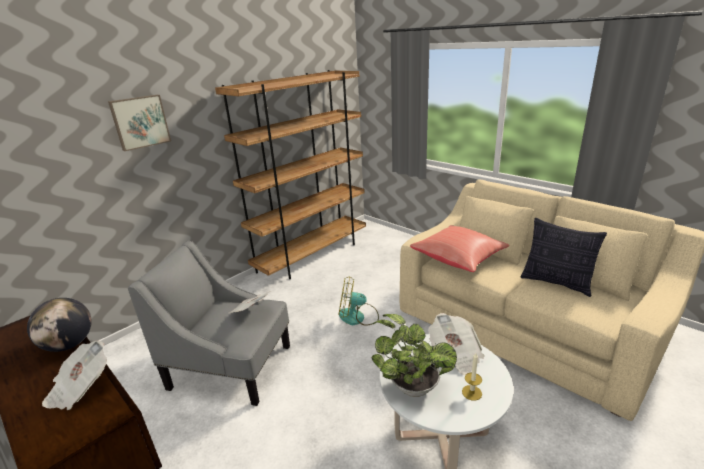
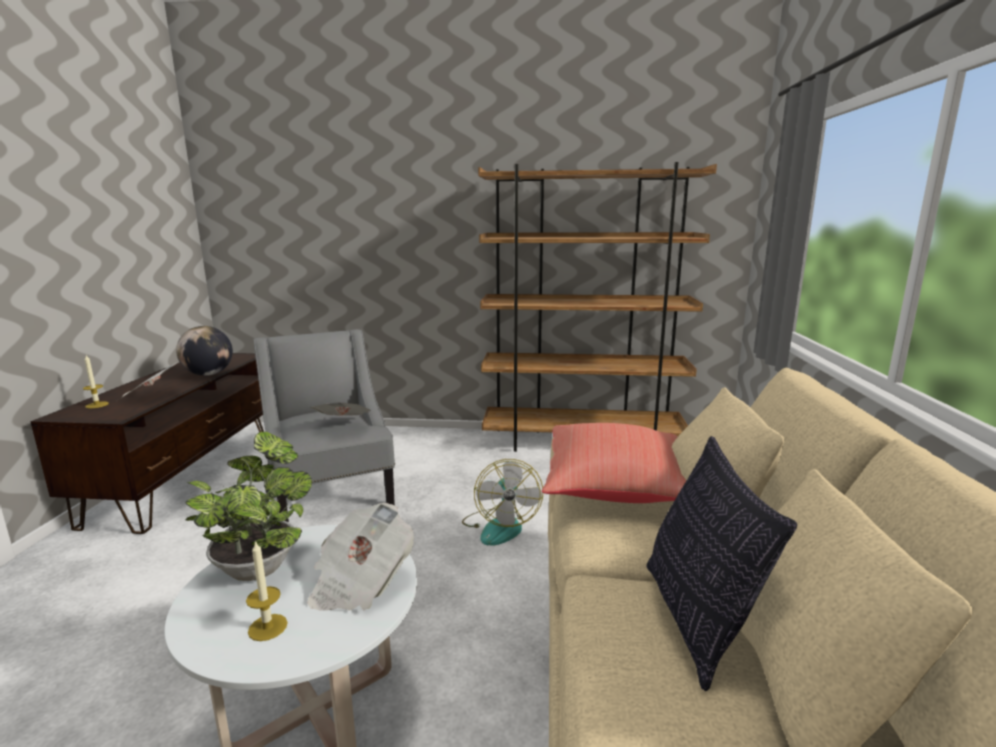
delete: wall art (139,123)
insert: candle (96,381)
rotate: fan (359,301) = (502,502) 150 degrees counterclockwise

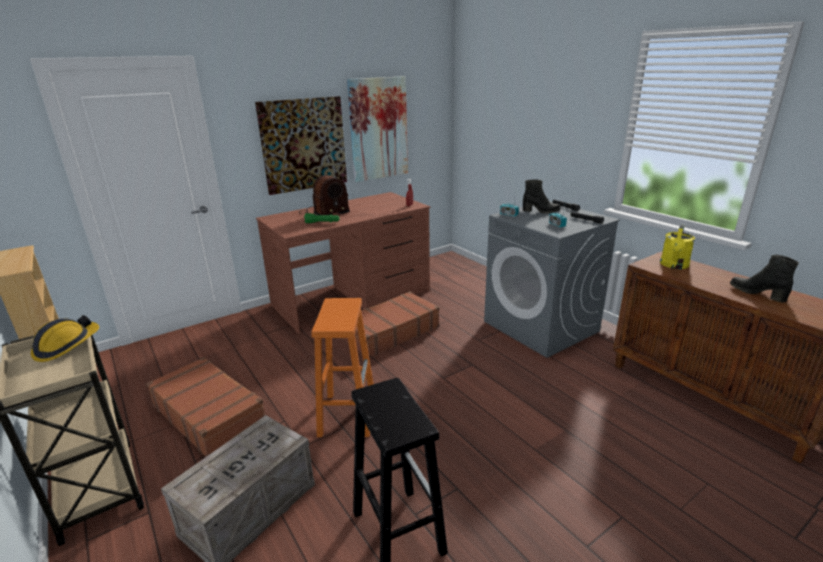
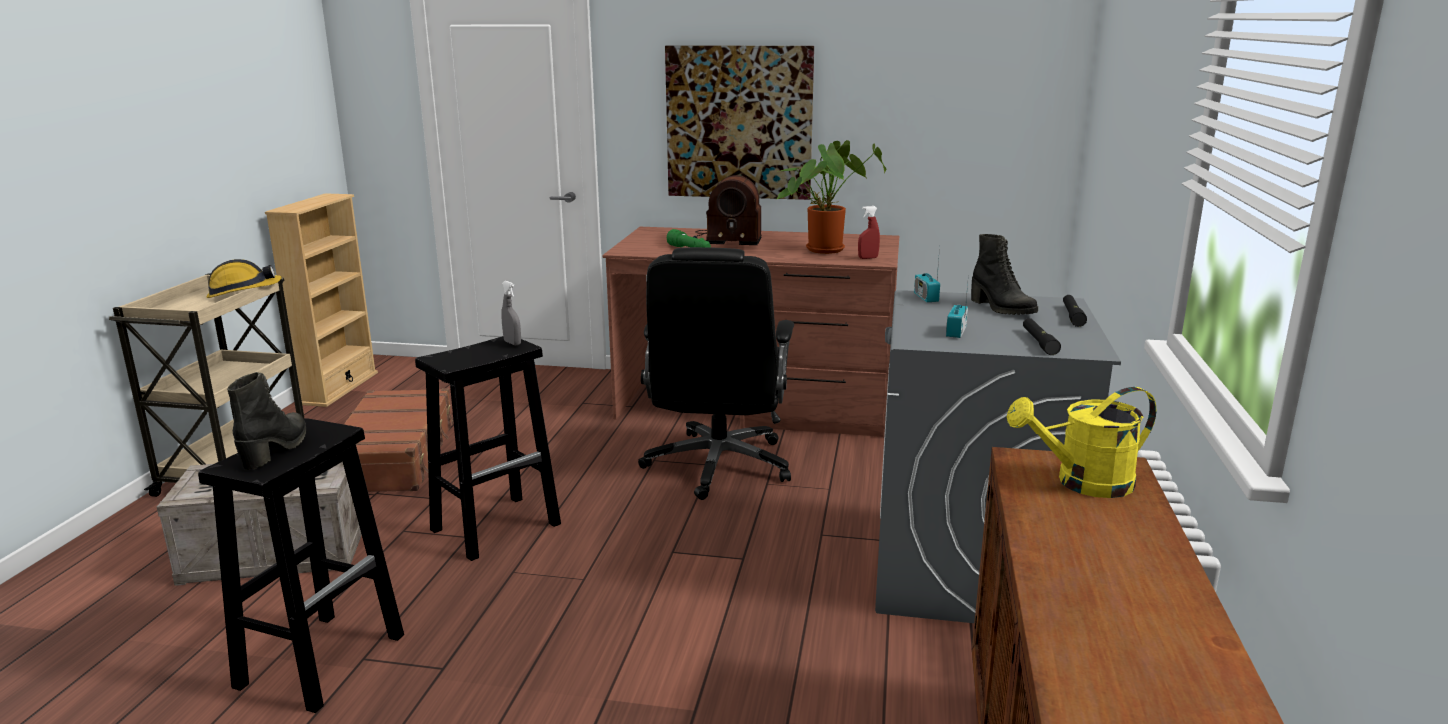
delete: wall art (377,129)
insert: greyish spray bottle (511,313); potted plant (831,197)
move: black-coloured tall boot (764,278) to (266,421)
replace: brownish piece of luggage (390,324) to black-coloured computer chair (716,373)
recolor: orange stool seat (342,367) to black-coloured stool seat (488,448)

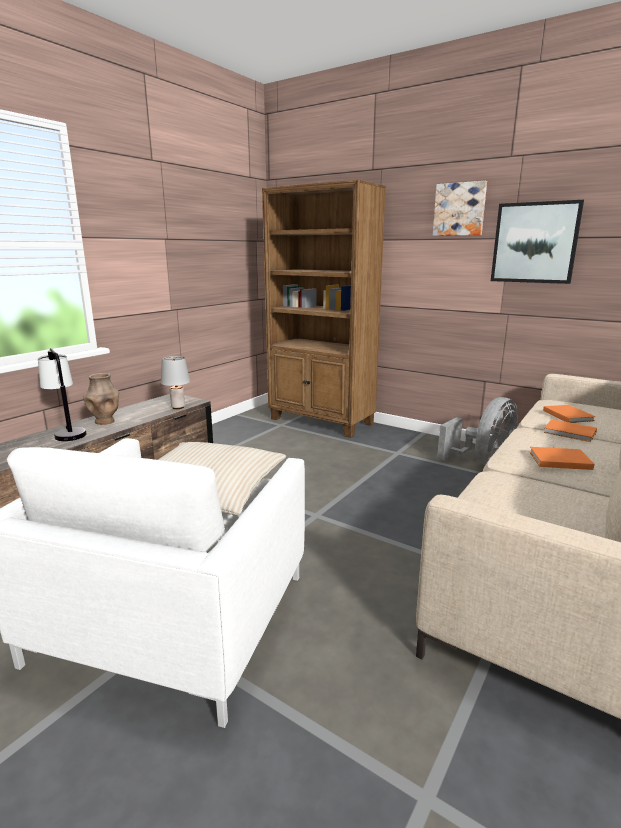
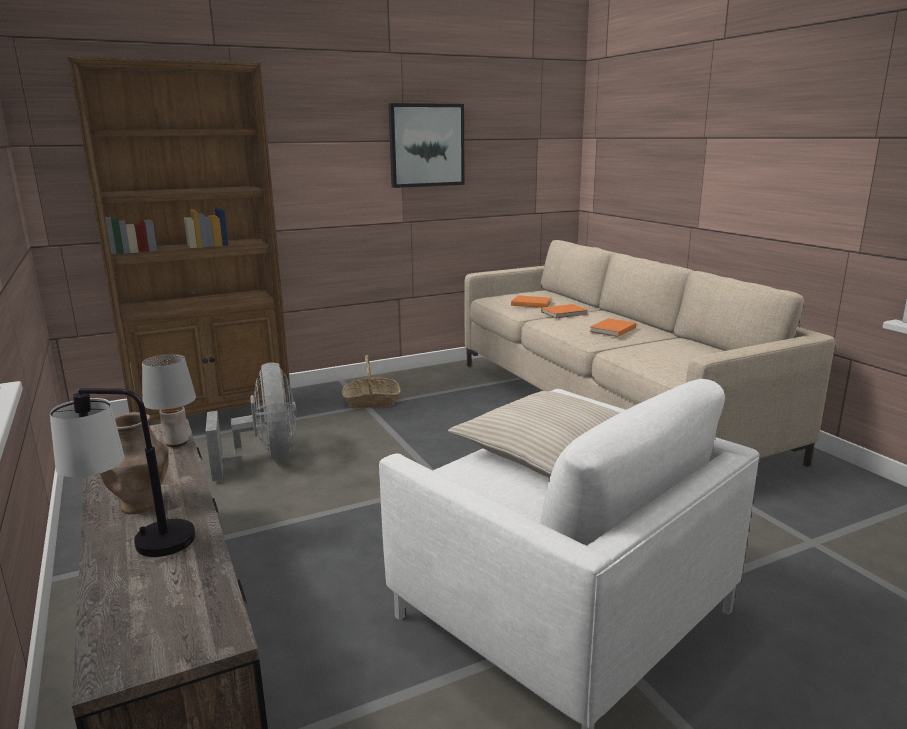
delete: wall art (460,208)
insert: household basket (371,381)
move: greyish fan (477,431) to (251,422)

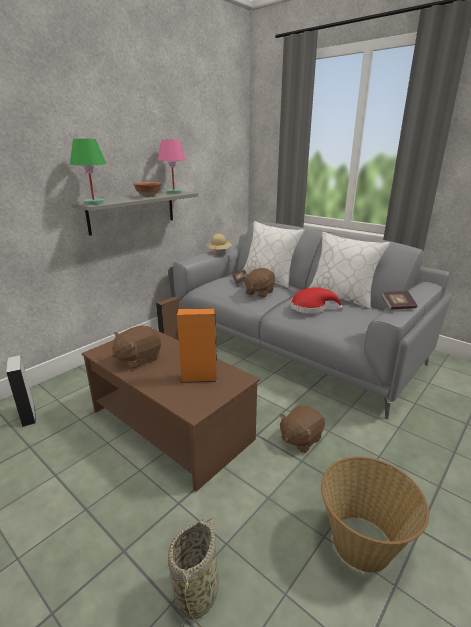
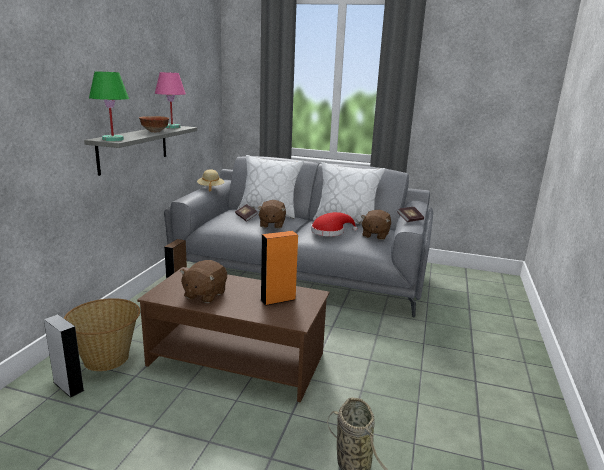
move: brownish soft toy (302,429) to (376,225); household basket (375,515) to (102,334)

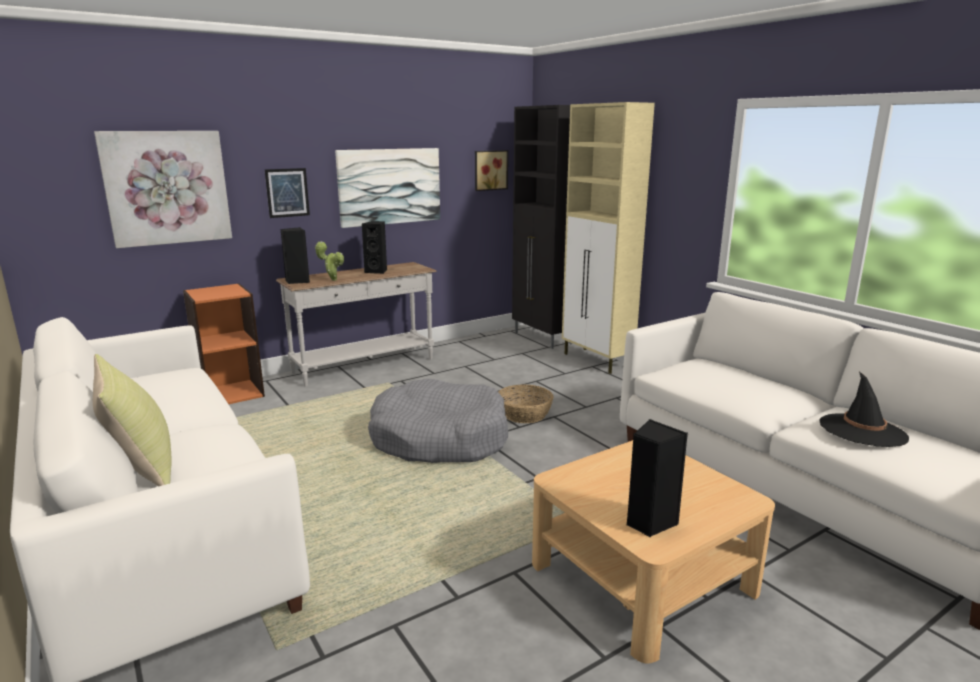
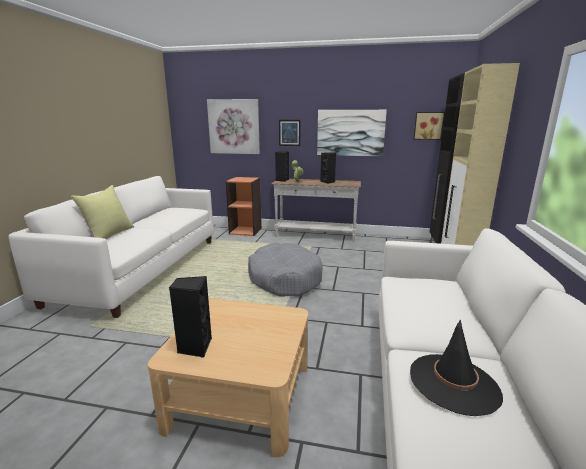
delete: household basket (526,403)

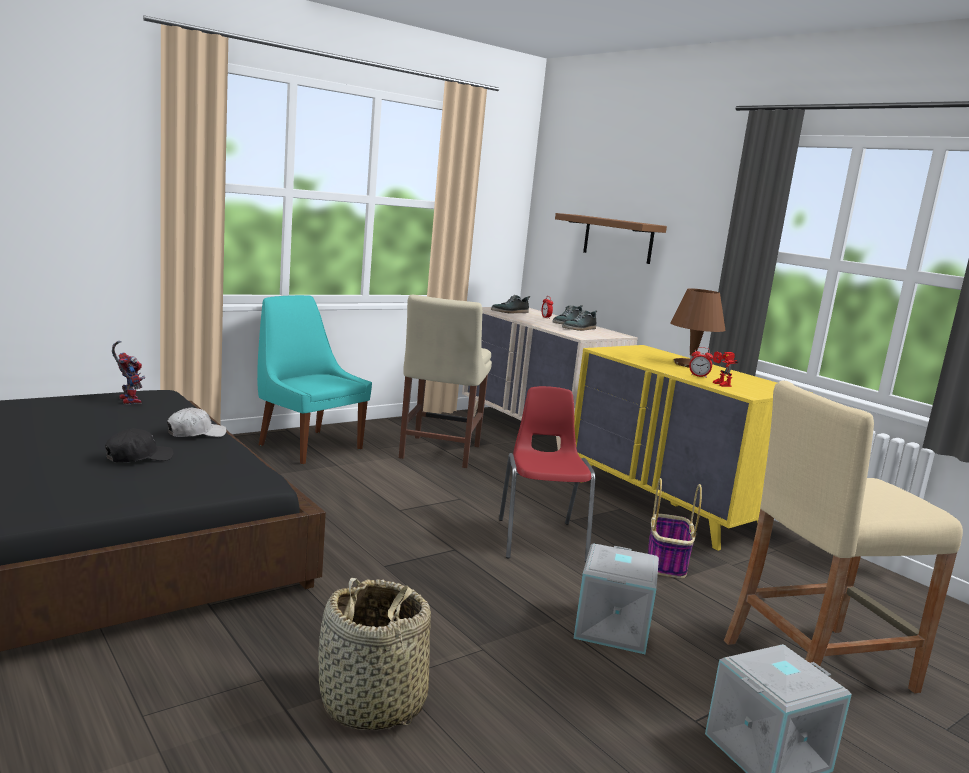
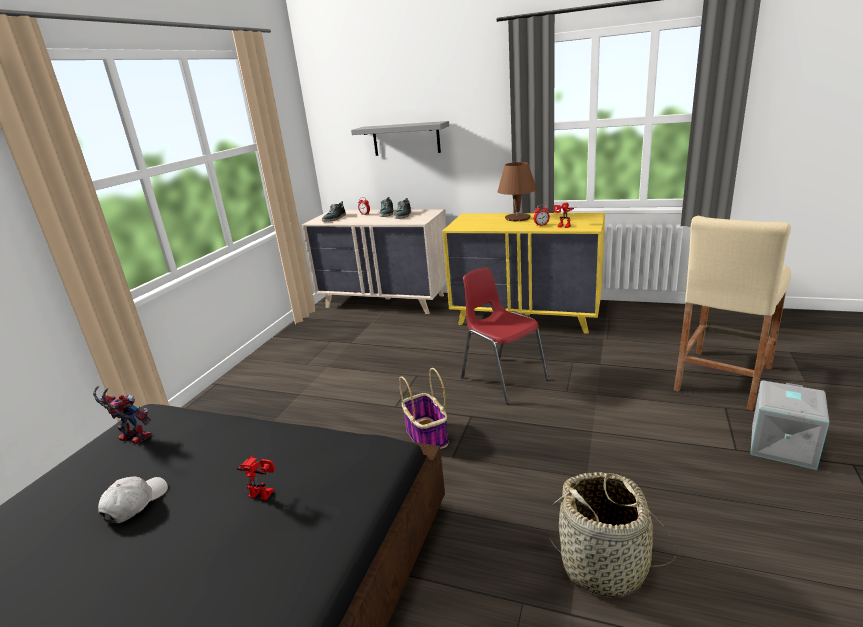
delete: turquoise upright chair (314,379); beige-coloured upright chair (445,381); greyish storage bin (616,598)
move: whitish cap (197,422) to (133,499); household basket (675,528) to (423,408)
replace: black-coloured cap (139,445) to toy robot (255,477)
recolor: brownish shelf (611,238) to greyish shelf (400,138)

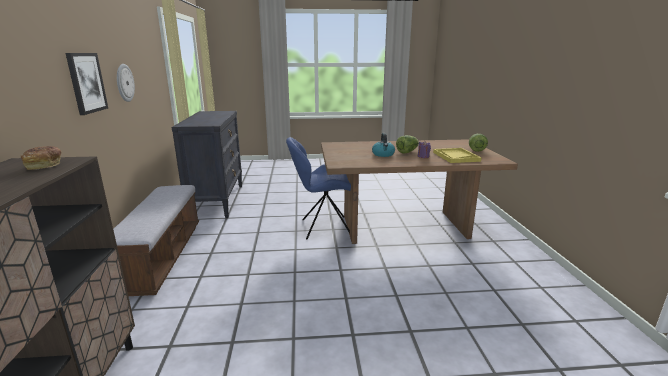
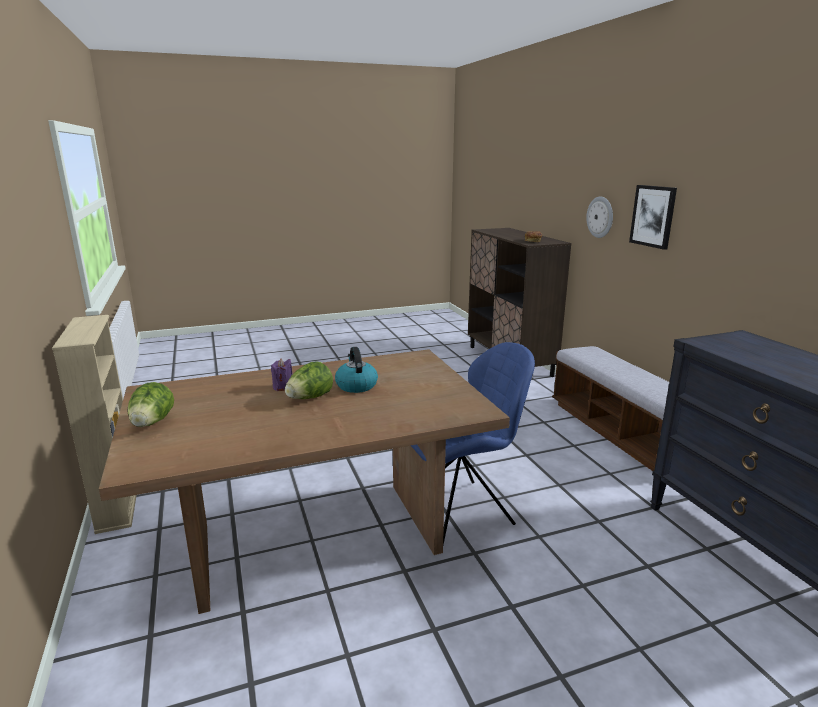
delete: yellow-coloured tray (457,155)
insert: beige-coloured bookcase (94,424)
move: wall clock (126,83) to (599,217)

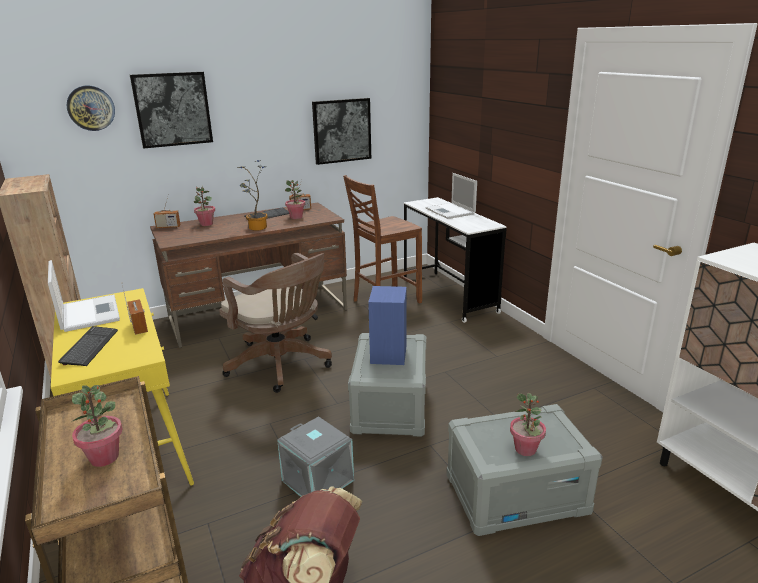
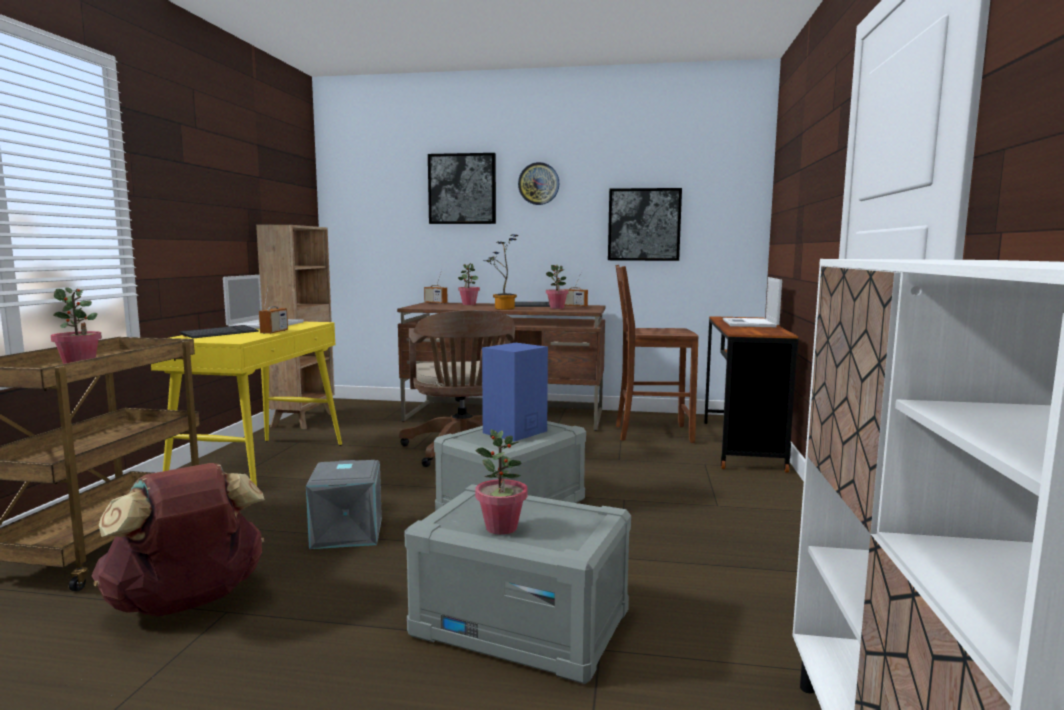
move: wall clock (91,108) to (538,183)
recolor: whitish desk table (455,260) to brownish desk table (751,394)

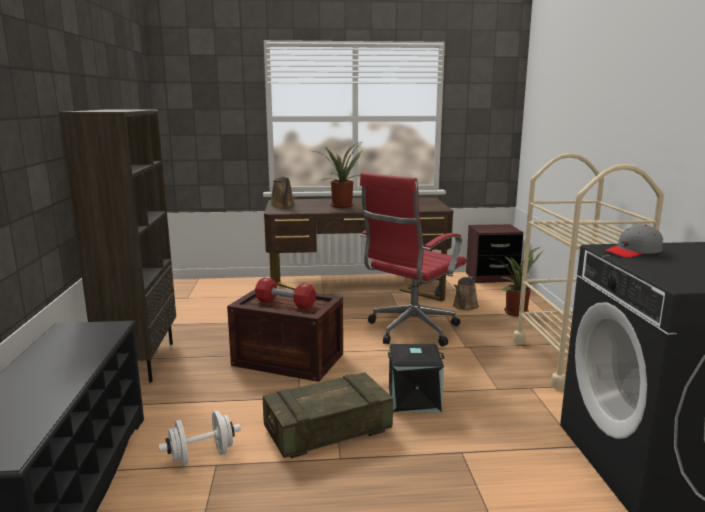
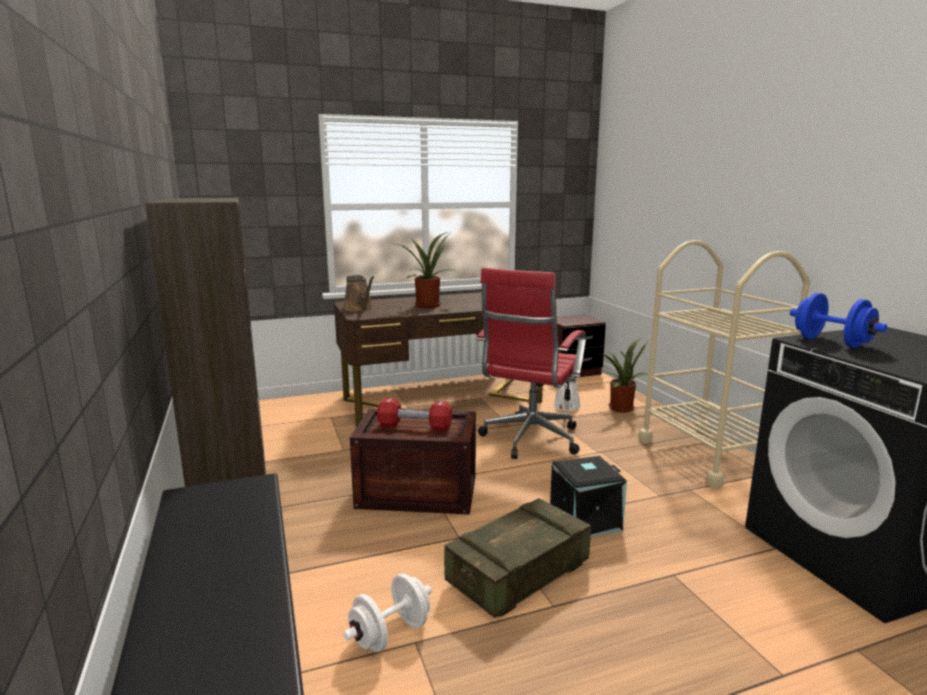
replace: greyish cap (633,241) to bluish hand weight (838,320)
recolor: brownish watering pot (466,293) to whitish watering pot (567,393)

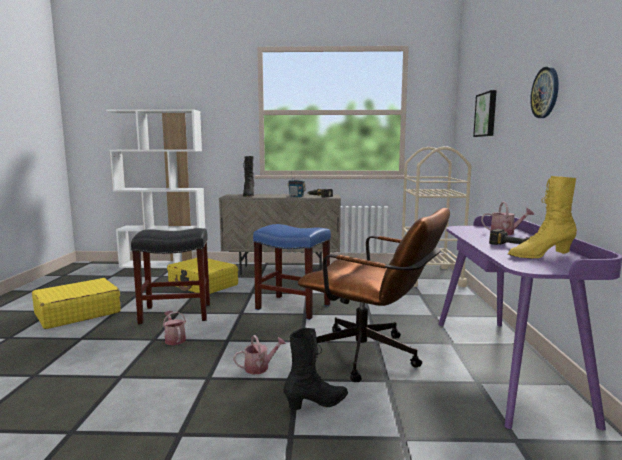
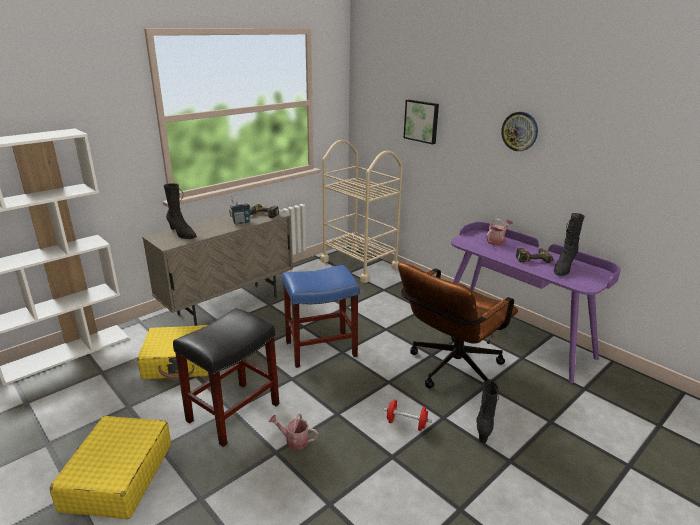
replace: watering pot (259,354) to red-coloured hand weight (407,415)
recolor: yellow-coloured tall boot (542,217) to black-coloured tall boot (569,244)
rotate: brownish computer chair (374,295) = (458,325) 150 degrees clockwise

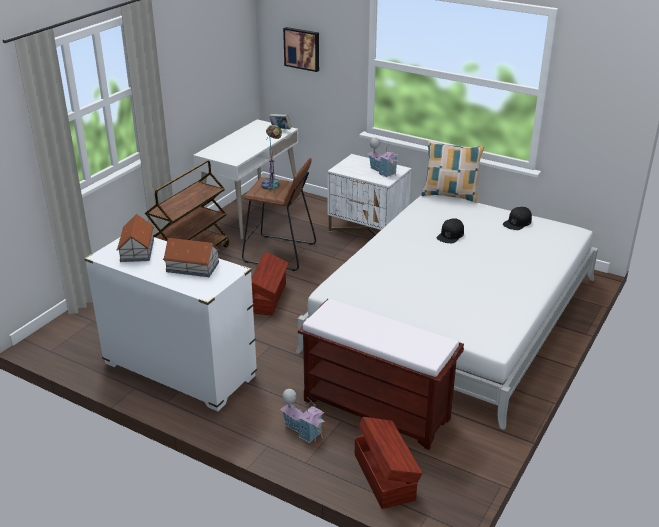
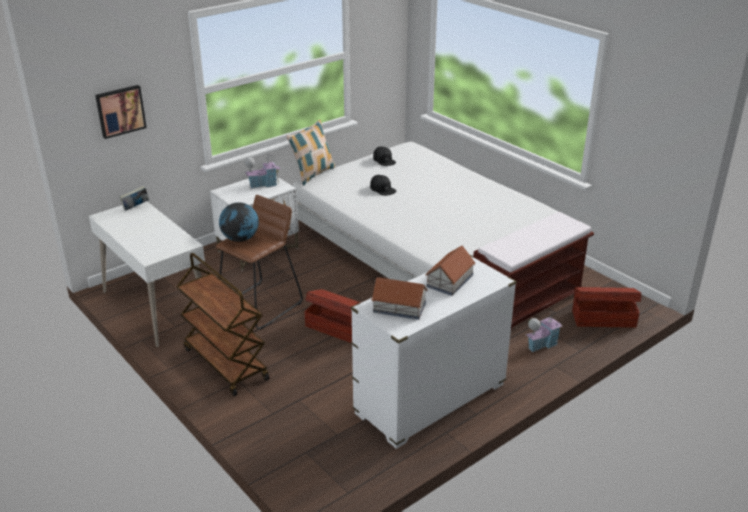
replace: table lamp (271,157) to world globe (239,222)

